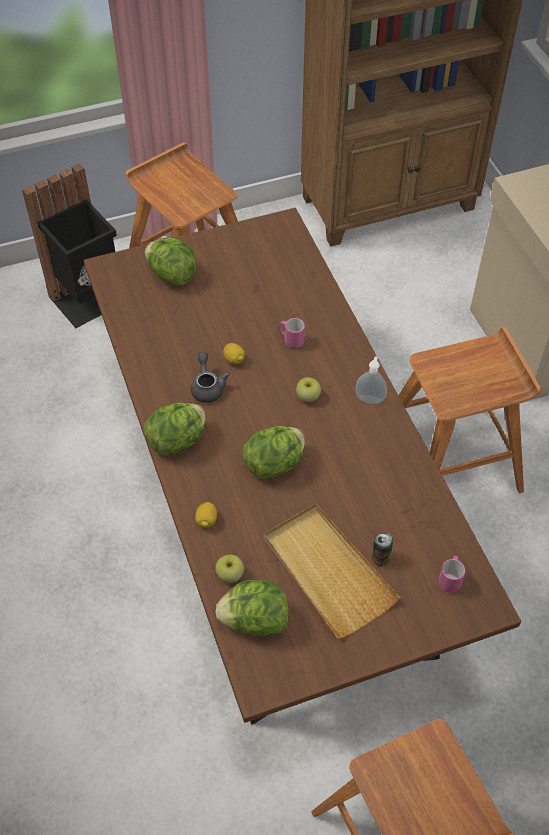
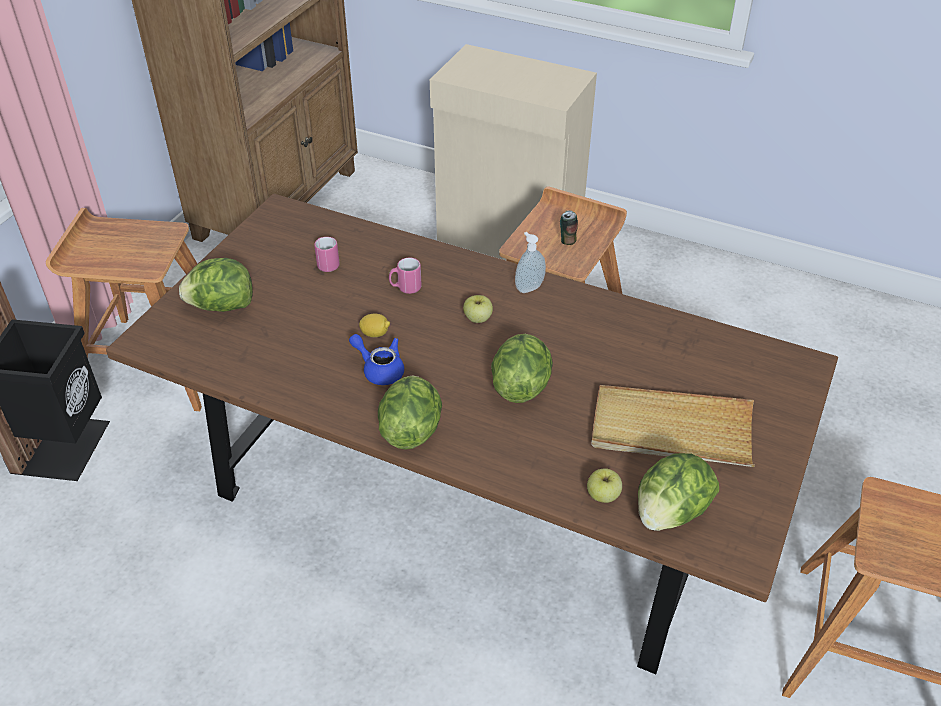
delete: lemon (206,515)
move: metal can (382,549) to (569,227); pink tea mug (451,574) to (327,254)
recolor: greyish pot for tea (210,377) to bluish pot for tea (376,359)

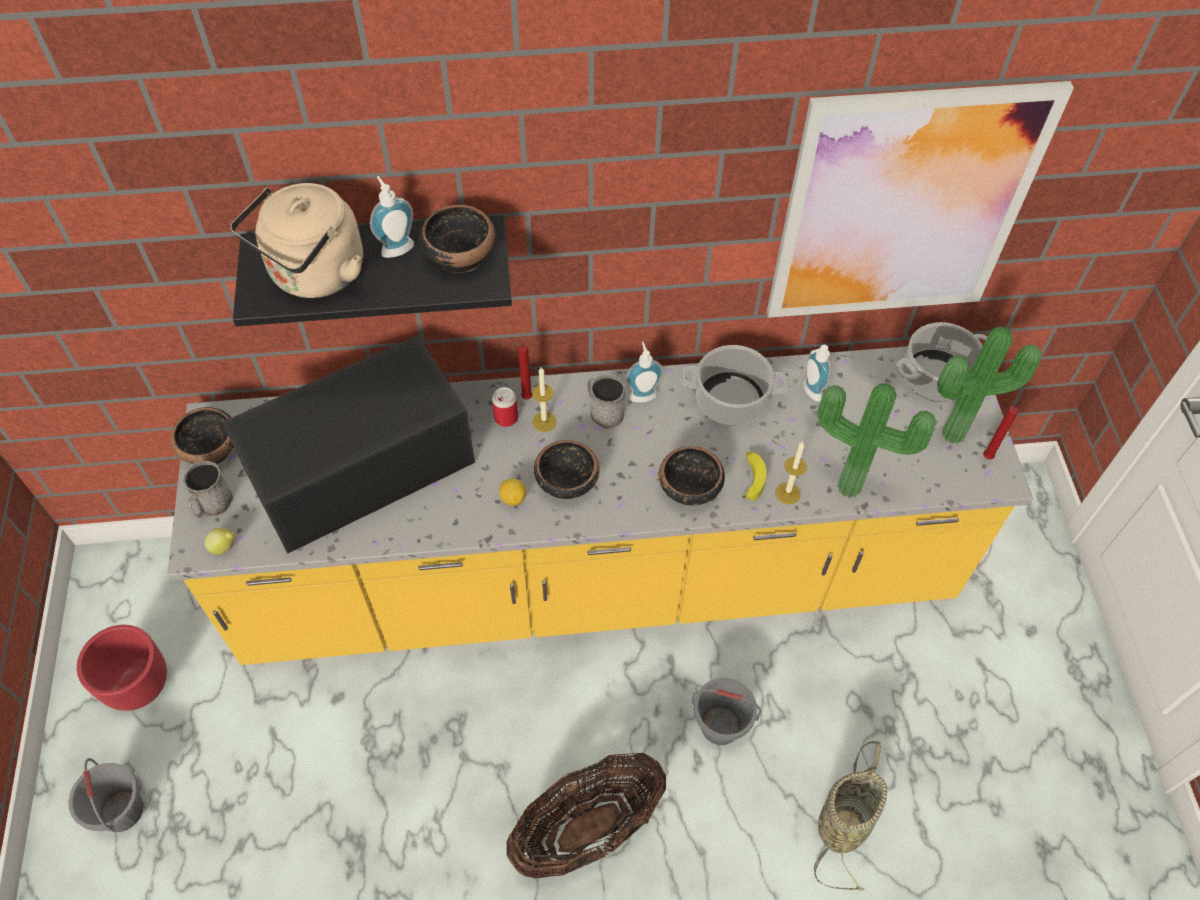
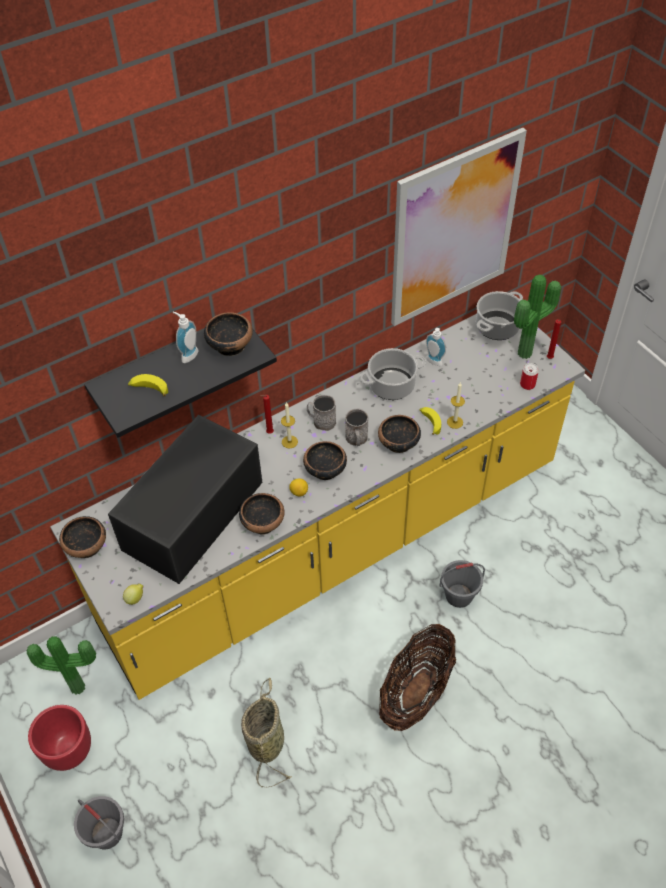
delete: liquid soap bottle (645,372)
insert: deep dish (262,514)
move: greyish tea mug (208,489) to (356,427); metal can (505,407) to (529,376); household basket (850,816) to (266,732); potted plant (877,440) to (61,665)
replace: beige-coloured water kettle (296,240) to banana fruit (148,385)

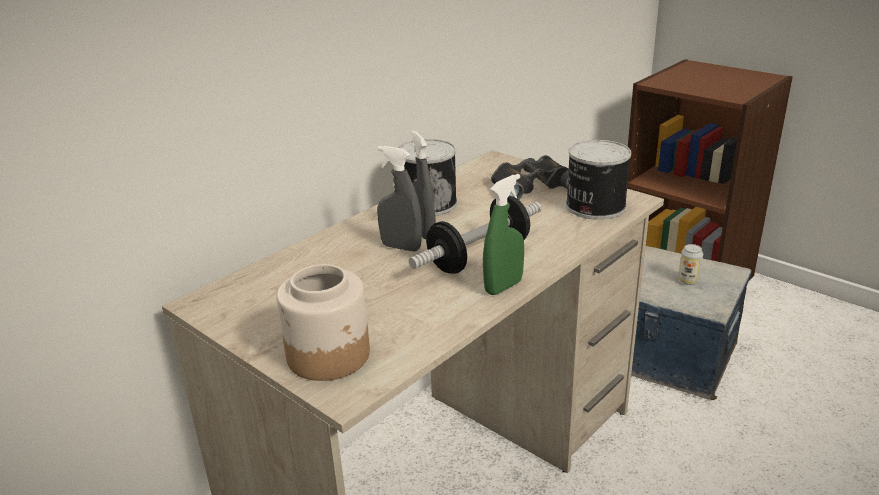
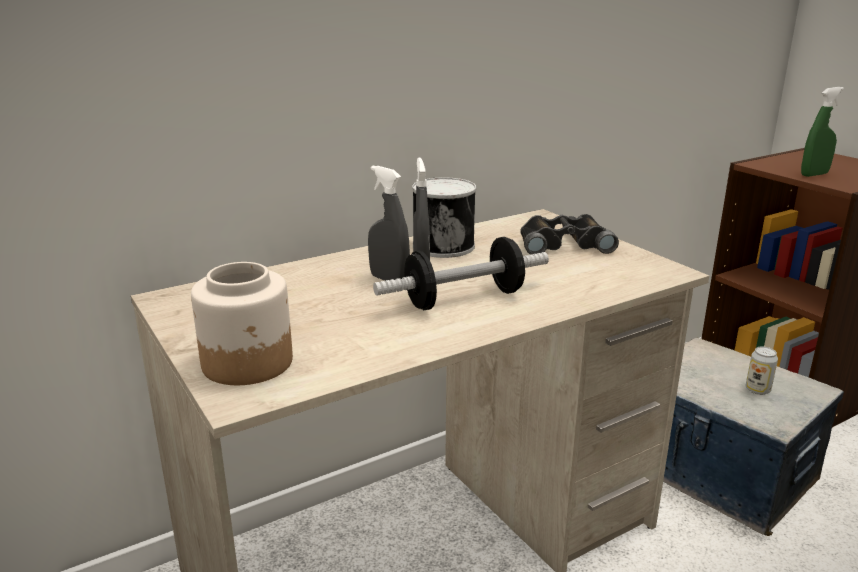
delete: metal can (598,180)
move: green-coloured spray bottle (503,234) to (822,132)

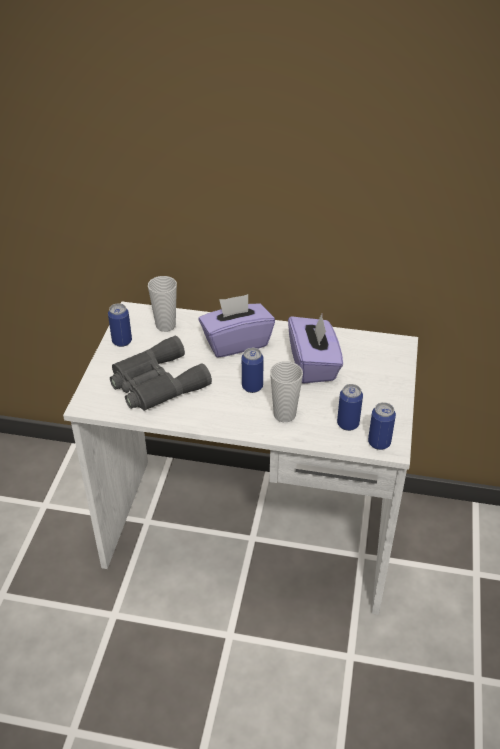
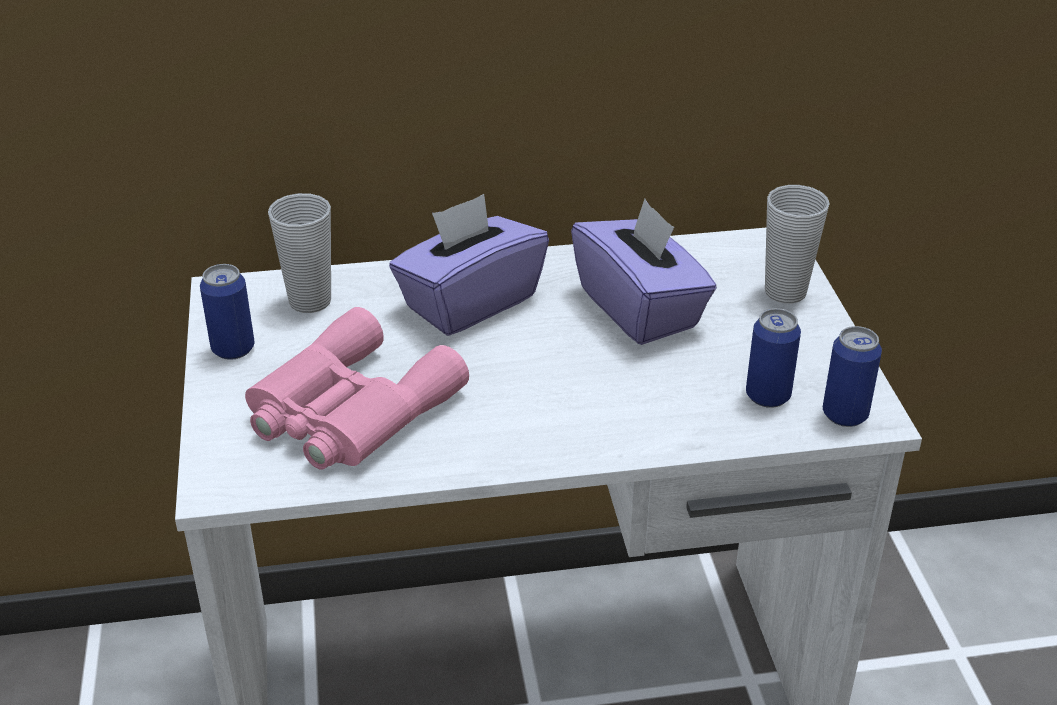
delete: metal can (253,370)
move: small cup (286,391) to (797,244)
recolor: greyish field glasses (161,373) to pink field glasses (357,388)

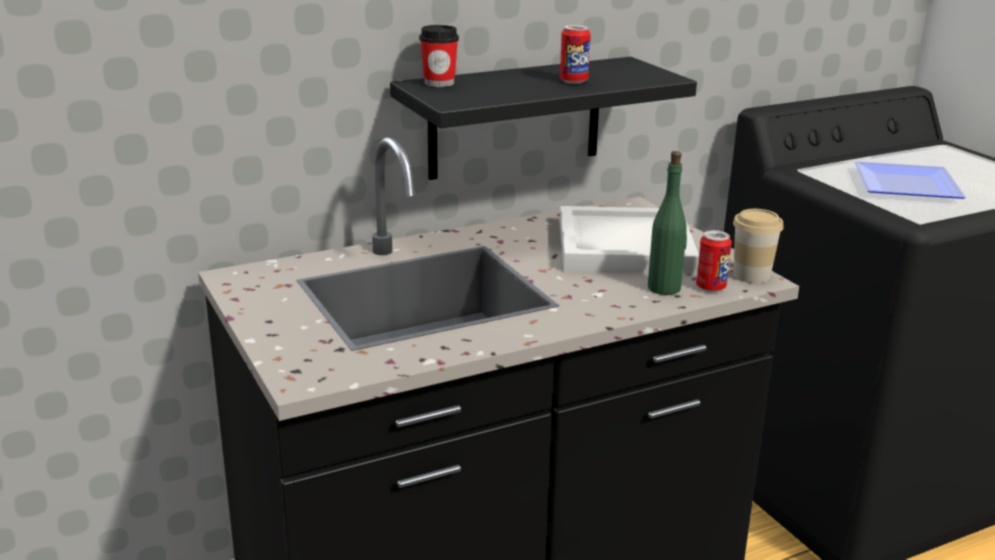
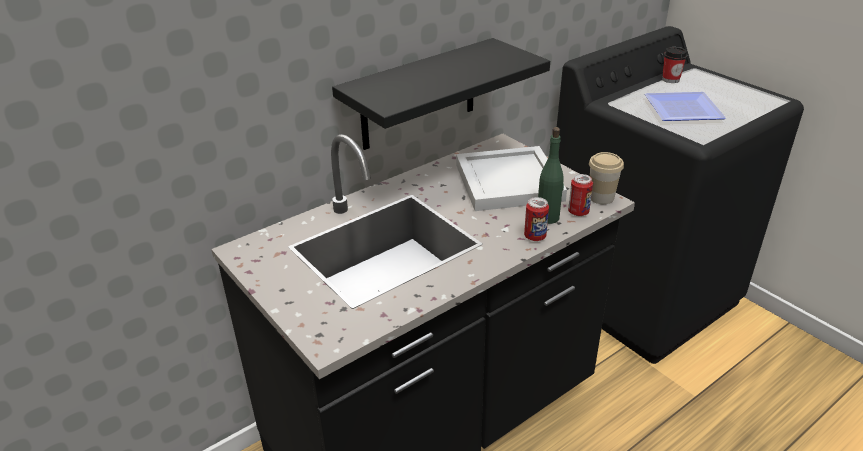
move: small cup (439,56) to (674,65); metal can (575,54) to (536,219)

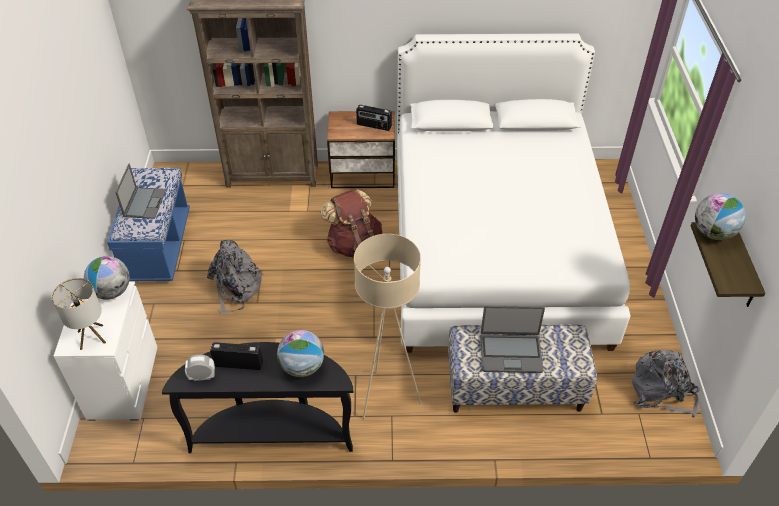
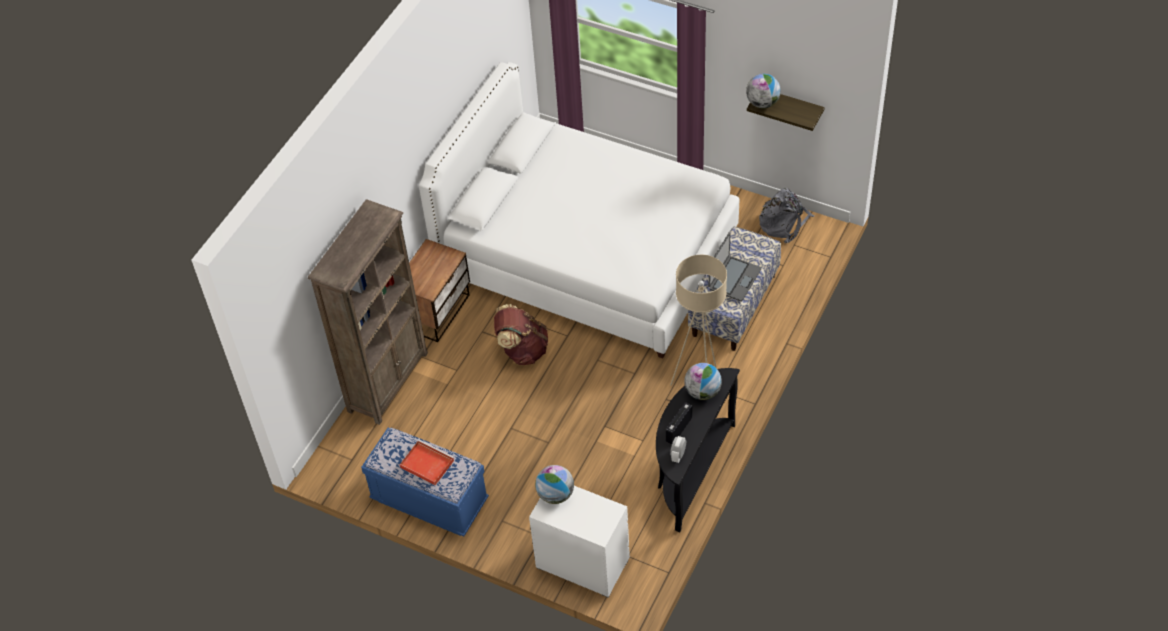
delete: table lamp (79,314); greyish rucksack (236,276); radio set (374,118)
replace: notebook computer (140,191) to red-coloured tray (427,462)

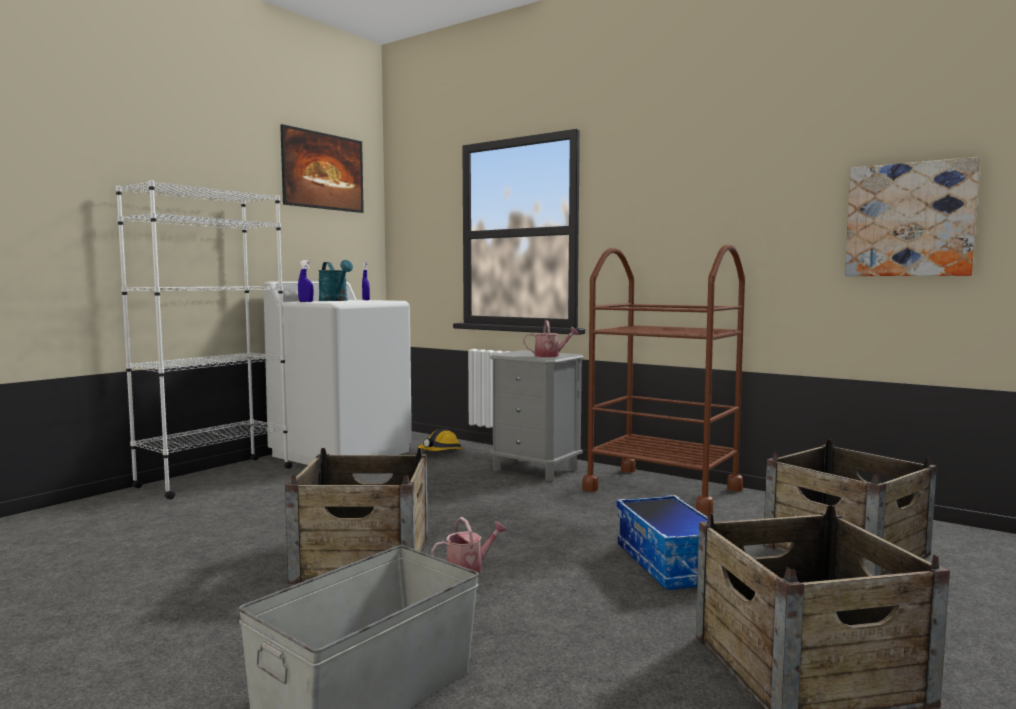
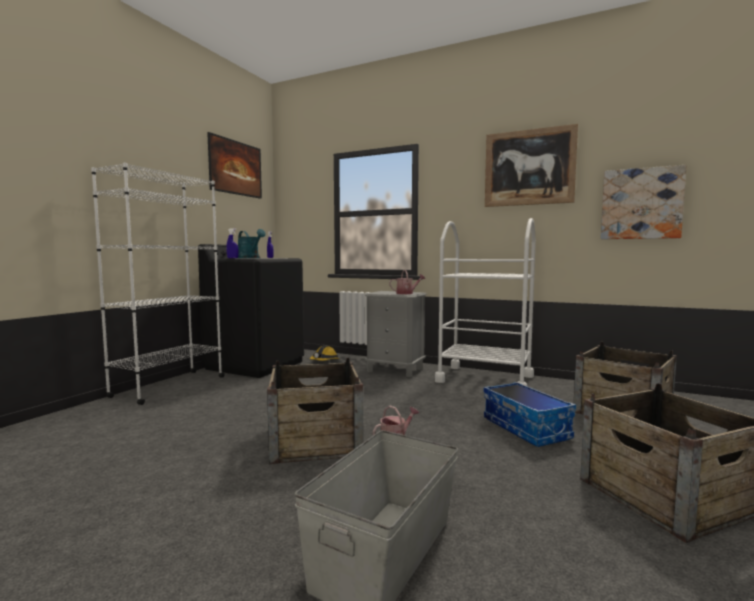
insert: wall art (531,165)
recolor: whitish laundry machine (337,373) to black-coloured laundry machine (251,311); brownish wheeled cart (663,379) to whitish wheeled cart (485,302)

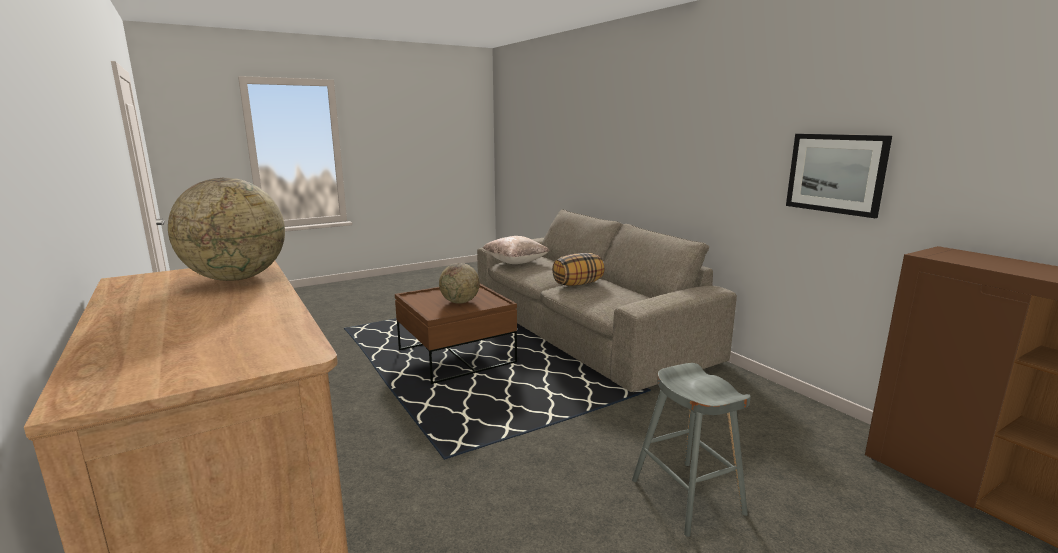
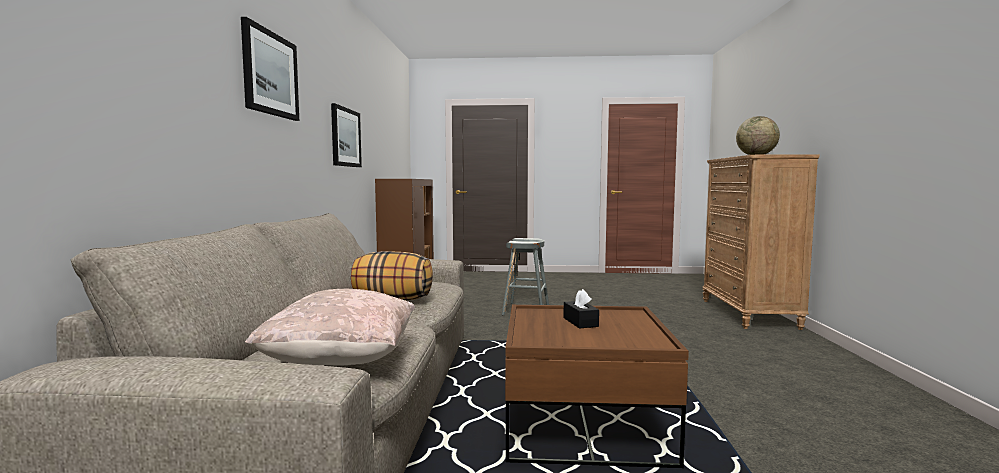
insert: wall art (270,69)
replace: world globe (459,283) to black-coloured box of tissues (581,309)

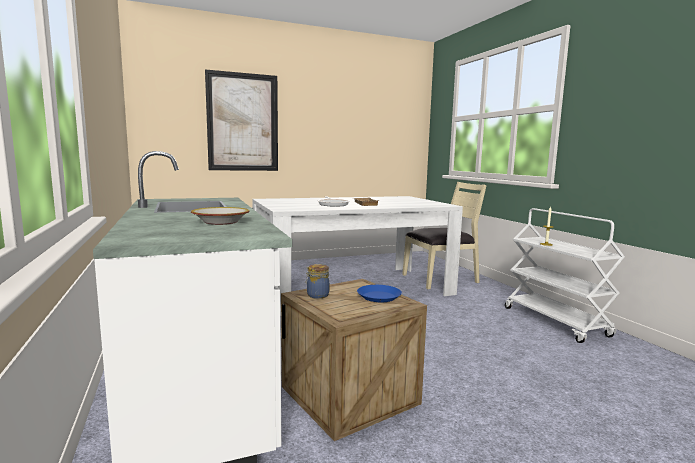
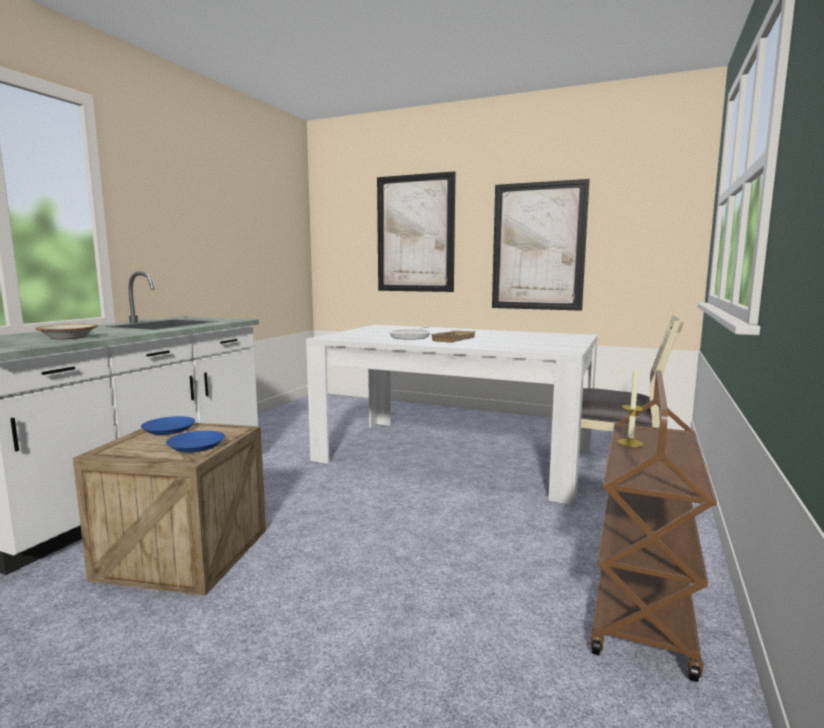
insert: wall art (541,245)
replace: jar (317,281) to bluish flat dish (168,425)
recolor: whitish wheeled cart (565,275) to brownish wheeled cart (653,526)

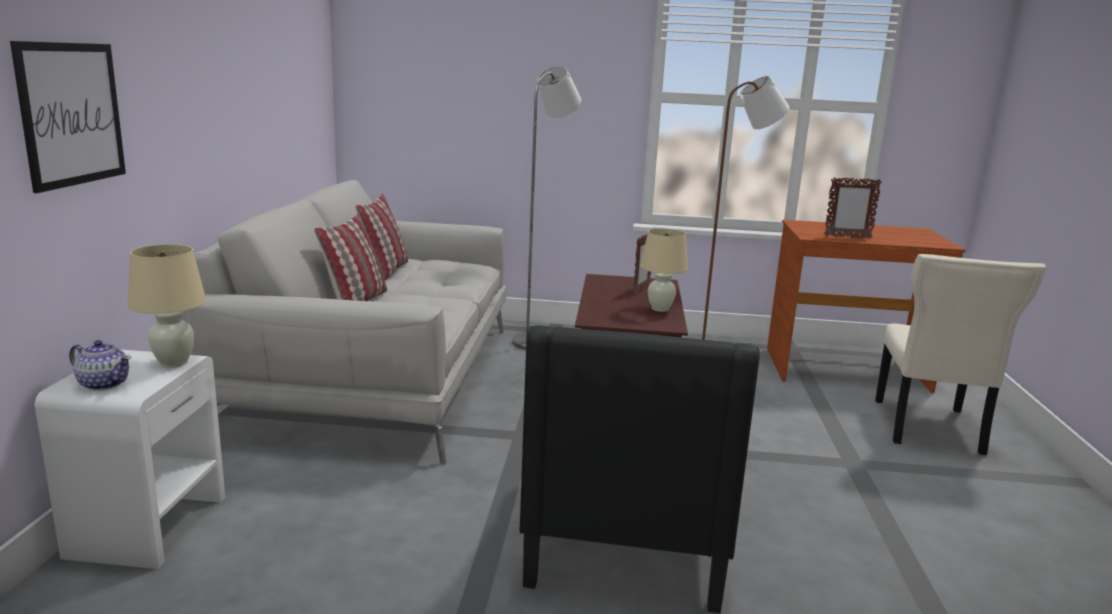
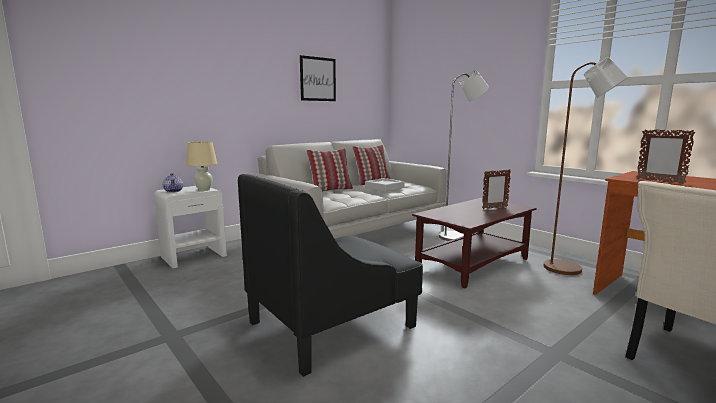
delete: beige-coloured table lamp (664,270)
insert: greyish tray (384,185)
move: wall art (68,117) to (318,78)

